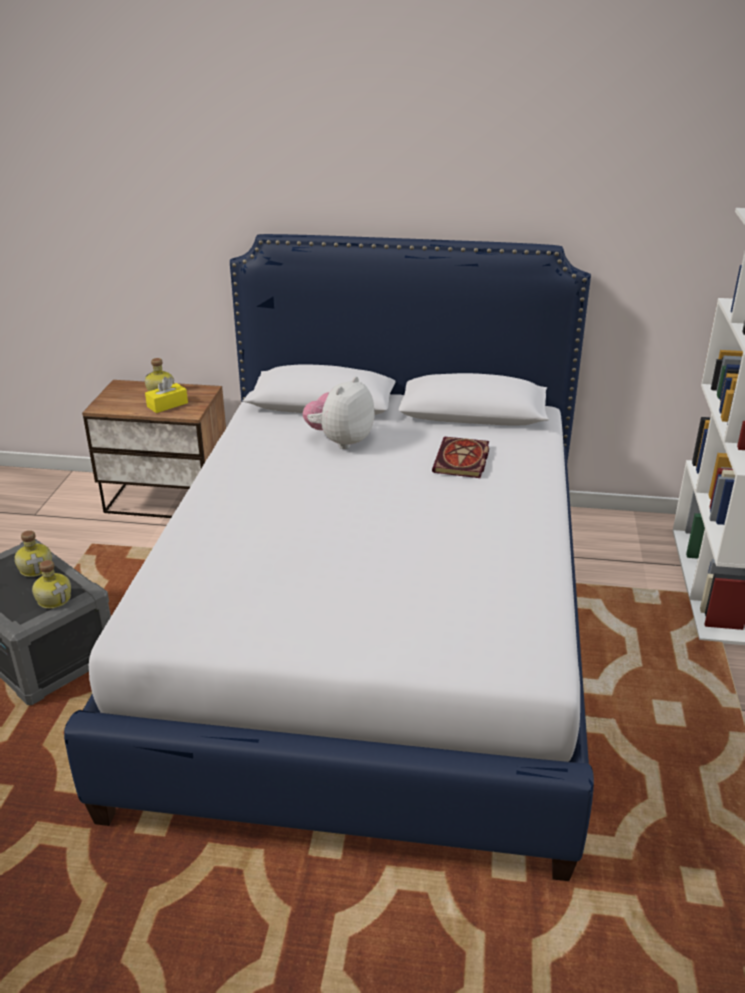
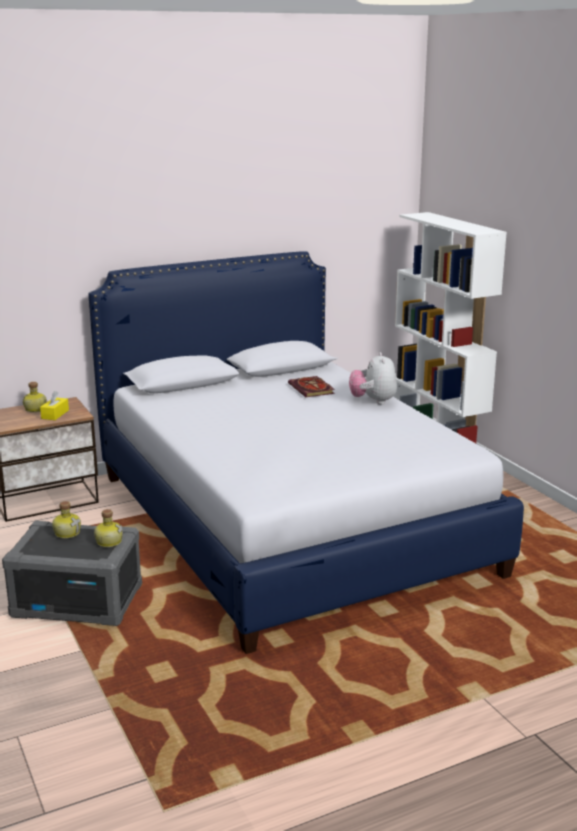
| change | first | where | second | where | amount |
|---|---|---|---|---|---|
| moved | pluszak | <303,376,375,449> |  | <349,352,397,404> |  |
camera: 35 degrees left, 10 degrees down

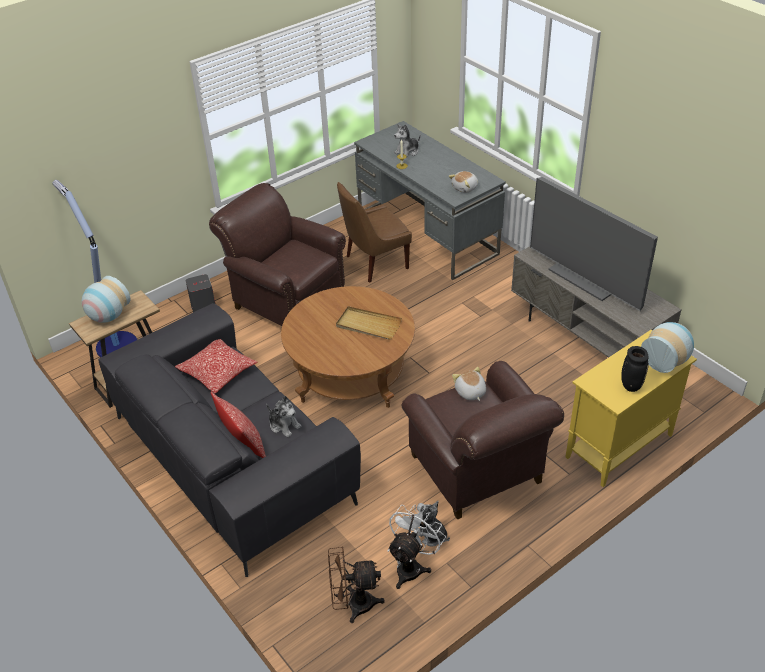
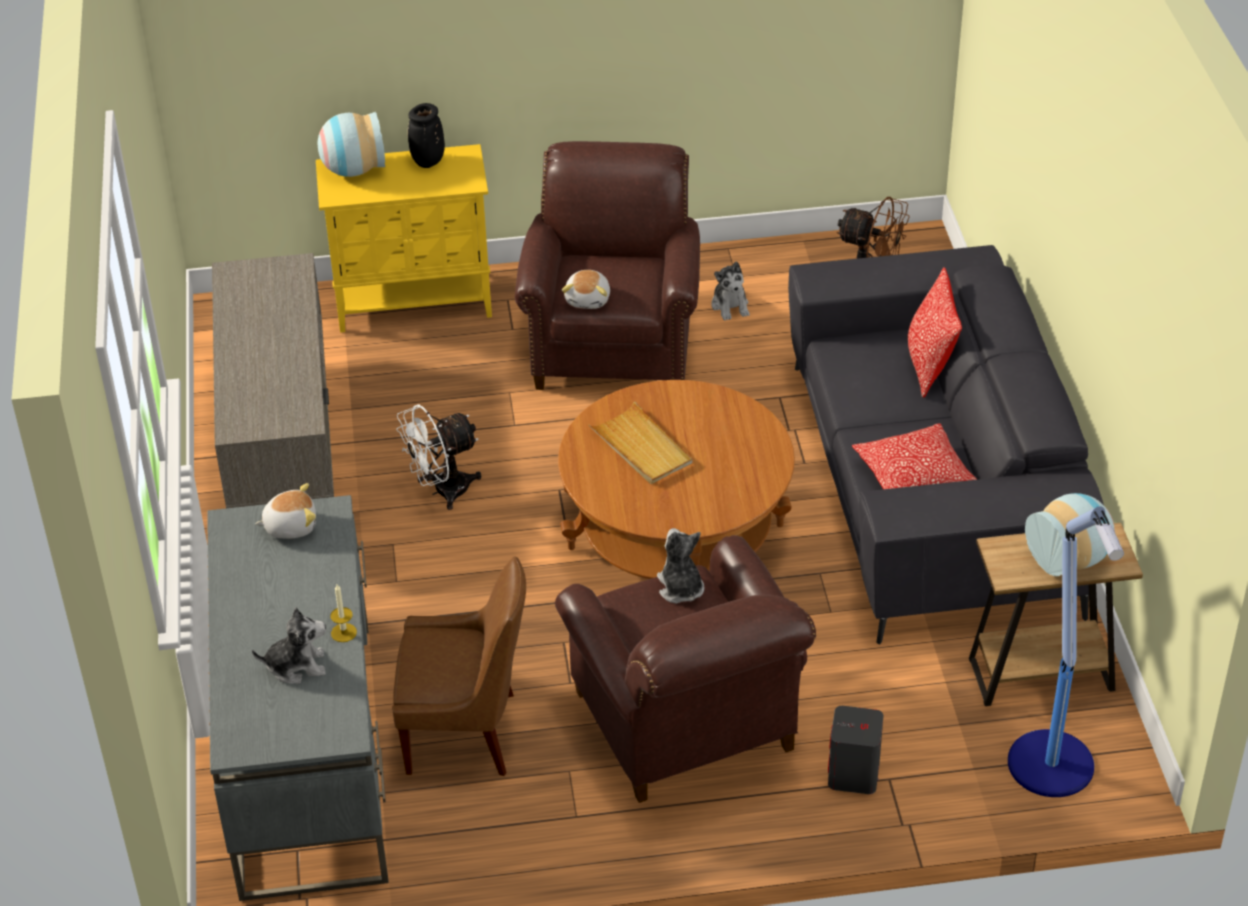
| change | first | where | second | where | amount |
|---|---|---|---|---|---|
| moved | pluszak | <266,396,301,438> |  | <657,528,704,603> |  |
| moved | wentylator/biały | <388,505,446,589> |  | <396,404,481,510> |  |
| removed | telewizor | <530,177,658,311> |  |  |  |
camera: 150 degrees left, 0 degrees up

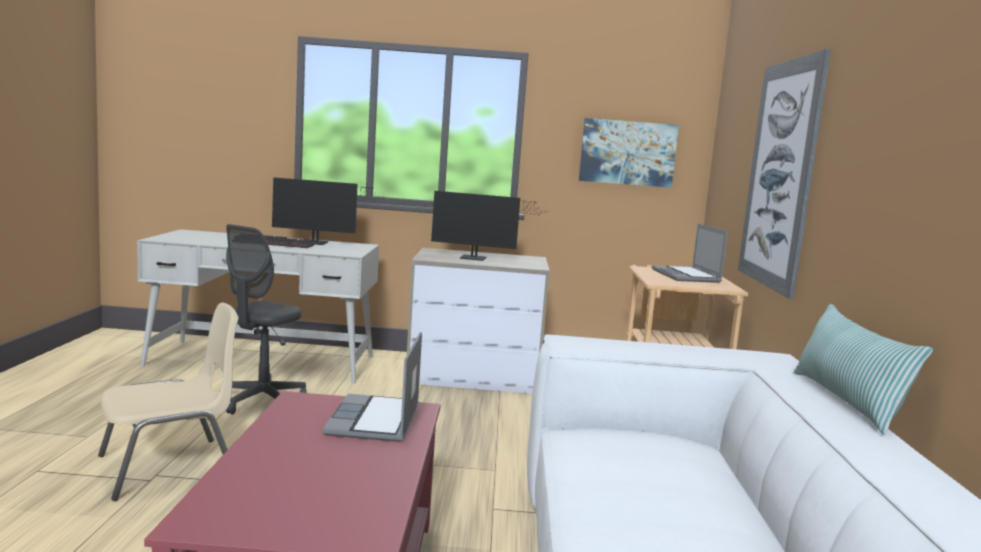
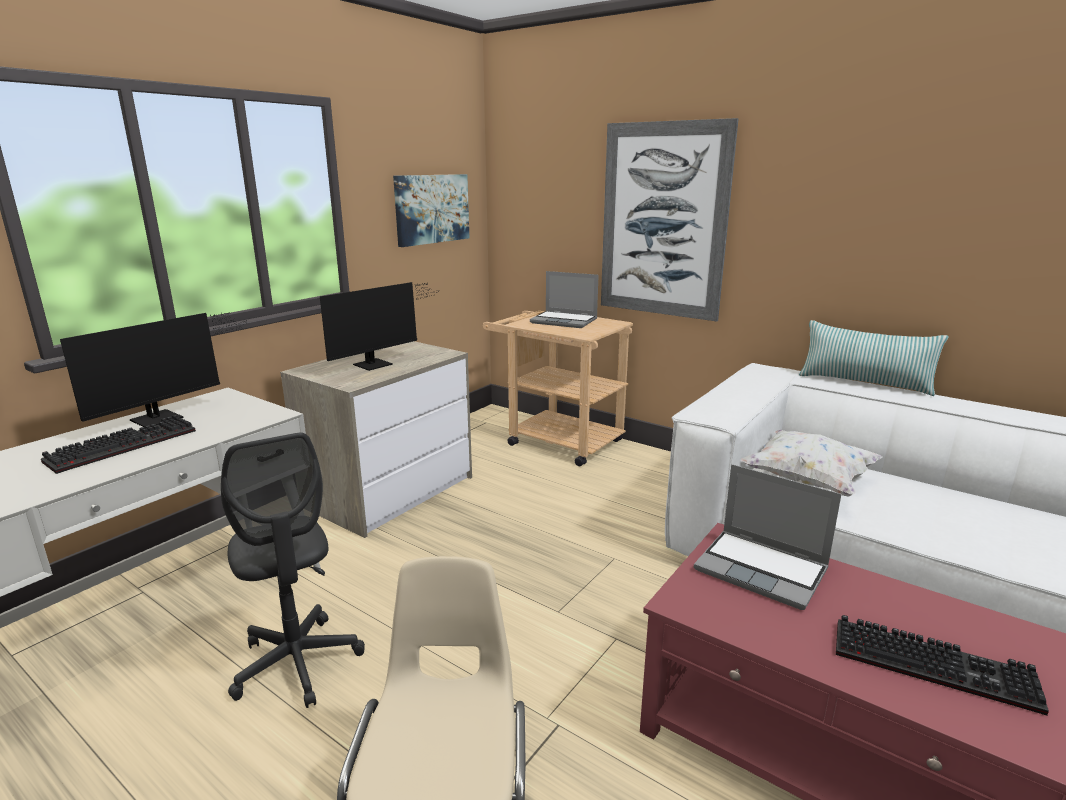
| change | first | where | second | where | amount |
|---|---|---|---|---|---|
| added |  |  | poduszka/biały | <740,430,882,496> |  |
| added |  |  | klawiatura | <836,615,1049,715> |  |
camera: 55 degrees left, 10 degrees up

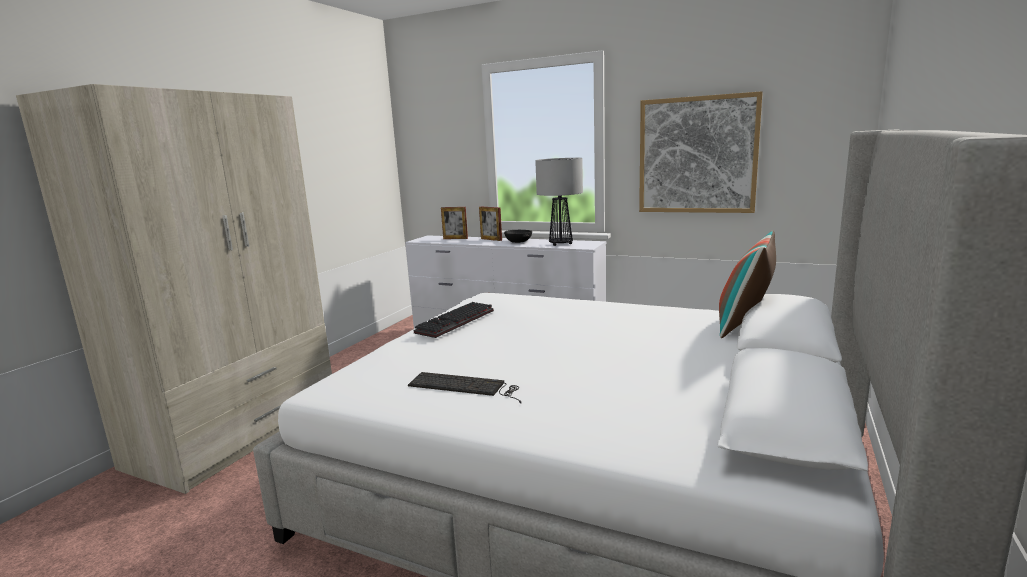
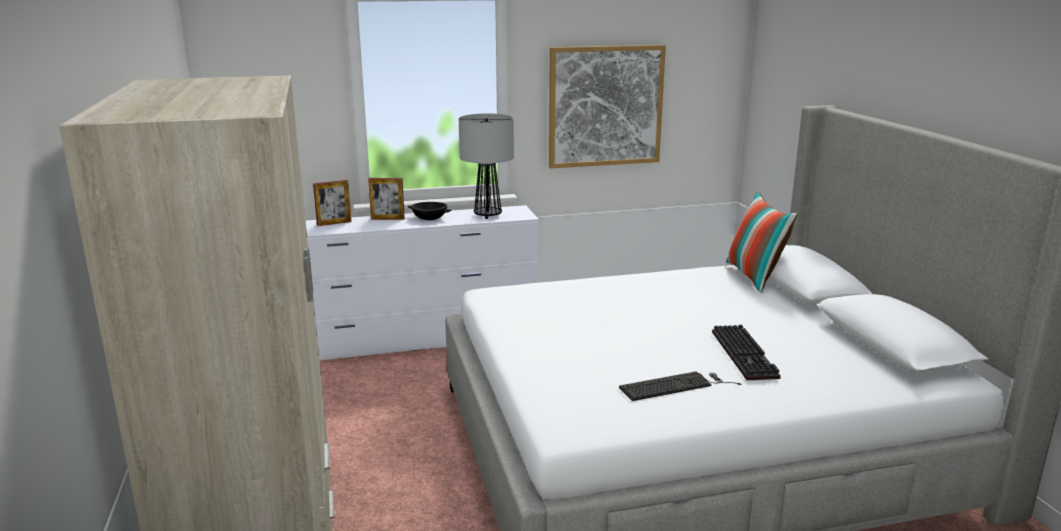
| change | first | where | second | where | amount |
|---|---|---|---|---|---|
| moved | klawiatura | <414,302,494,338> |  | <712,324,781,380> |  |
camera: 40 degrees left, 5 degrees up

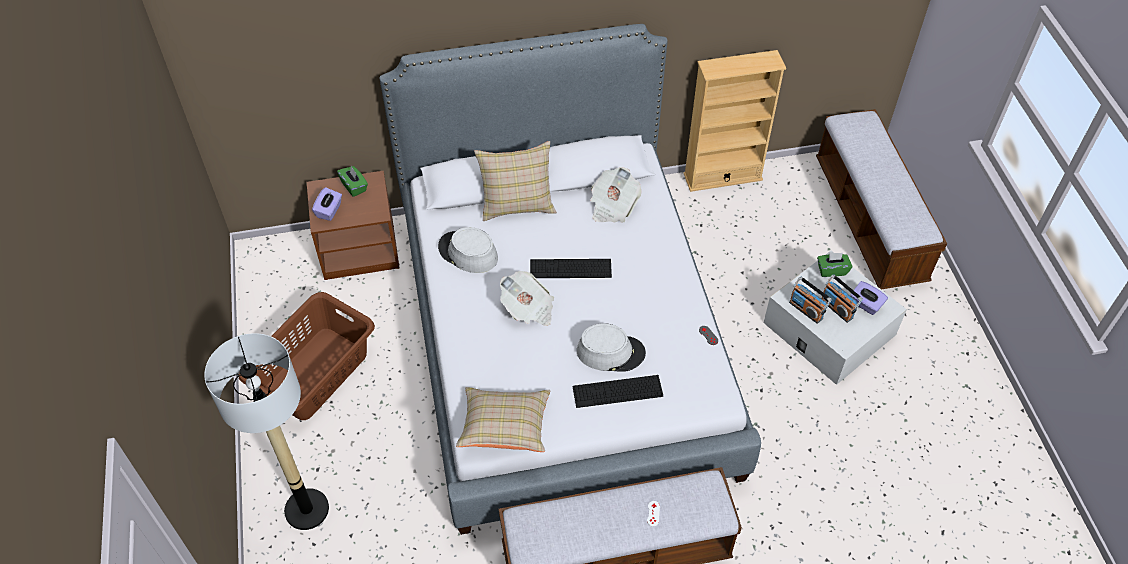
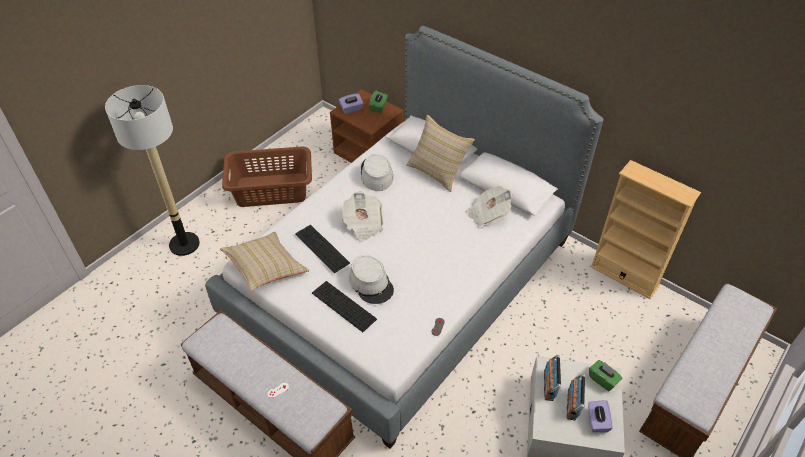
| change | first | where | second | where | amount |
|---|---|---|---|---|---|
| moved | klawiatura | <530,259,612,278> |  | <295,225,350,273> |  |
camera: 50 degrees right, 5 degrees down

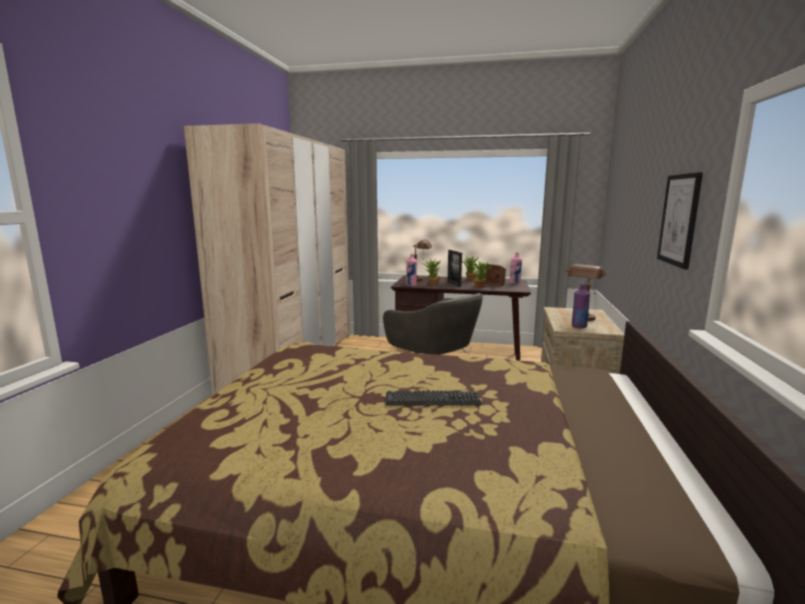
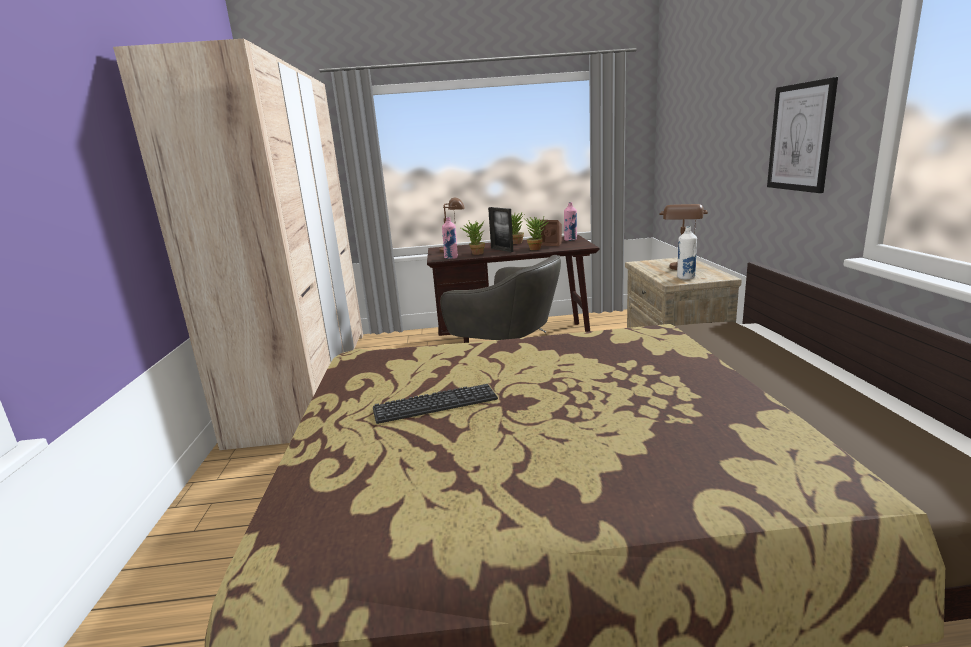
| change | first | where | second | where | amount |
|---|---|---|---|---|---|
| moved | klawiatura | <385,391,482,406> |  | <373,384,498,424> |  |
| recoloured | butelka/fioletowy | <572,284,590,328> | butelka/biały | <677,226,697,279> |  |
camera: 15 degrees left, 5 degrees up

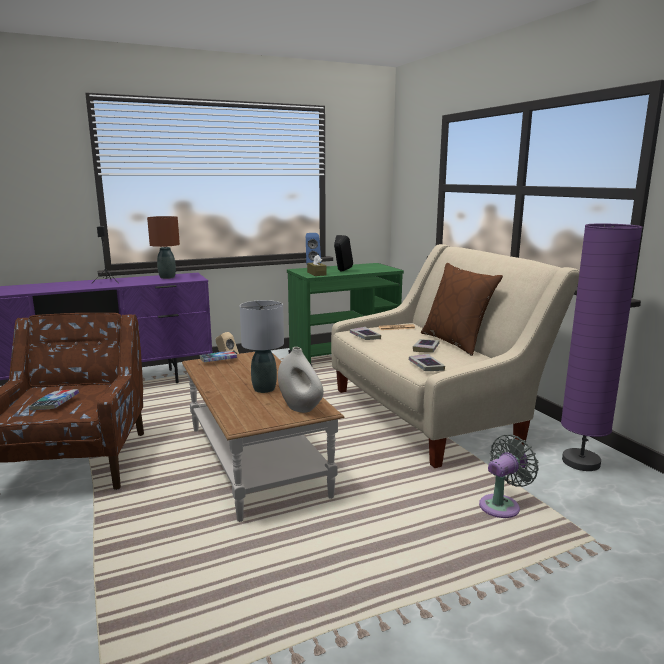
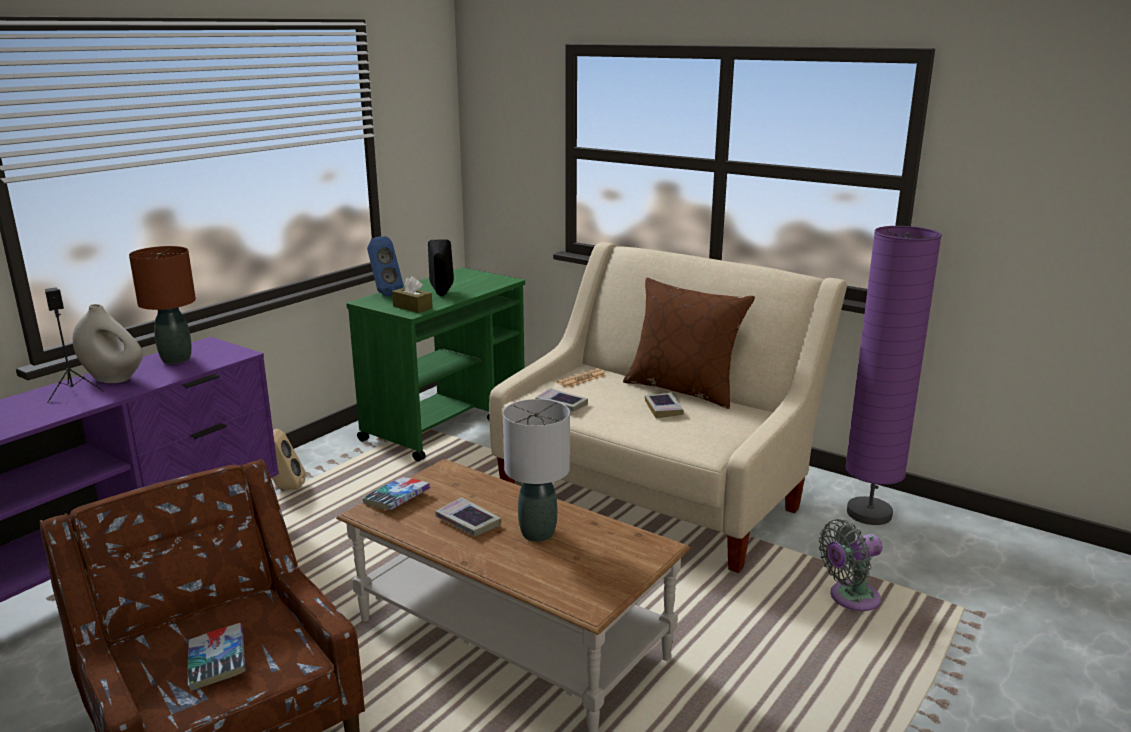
| change | first | where | second | where | amount |
|---|---|---|---|---|---|
| moved | wazon/biały | <278,347,324,413> |  | <73,304,143,383> |  |
| moved | książka | <409,354,445,371> |  | <436,497,501,536> |  |
| turned | wentylator/szary | <479,435,539,518> |  | <819,519,883,611> | 135 degrees counterclockwise |
camera: 30 degrees left, 5 degrees up

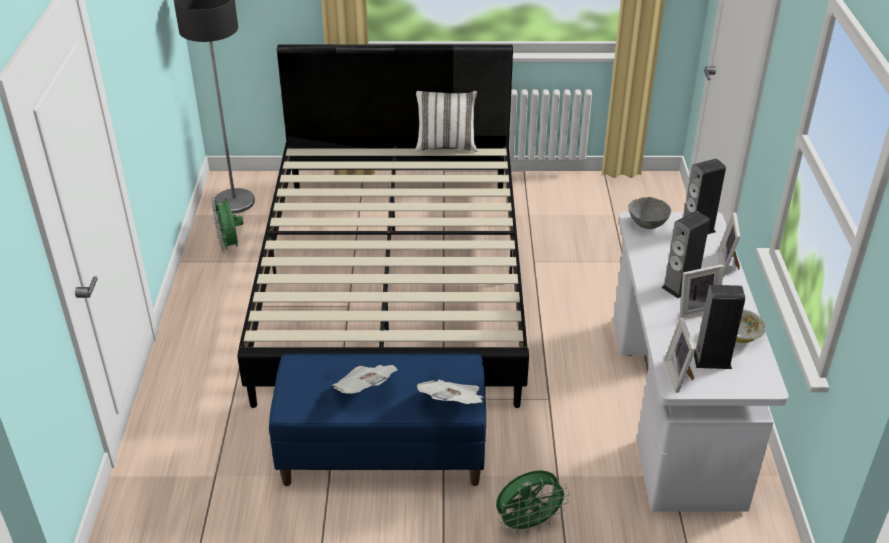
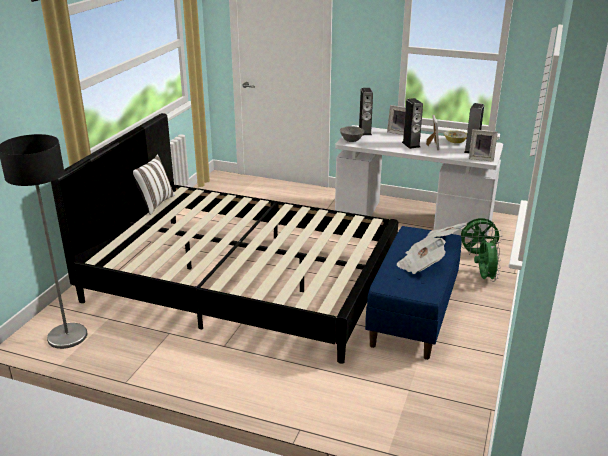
| change | first | where | second | where | amount |
|---|---|---|---|---|---|
| moved | wentylator/zielony | <211,197,244,253> |  | <460,218,502,255> |  |
camera: 70 degrees left, 10 degrees down

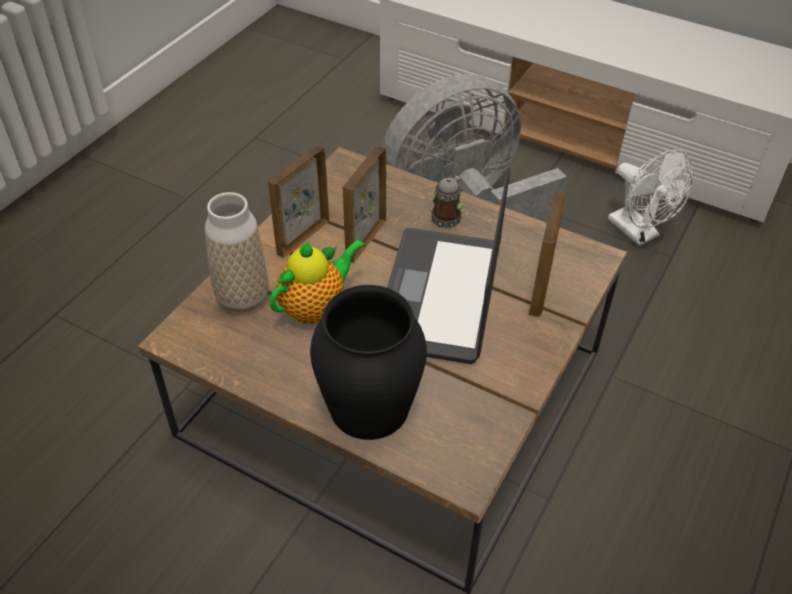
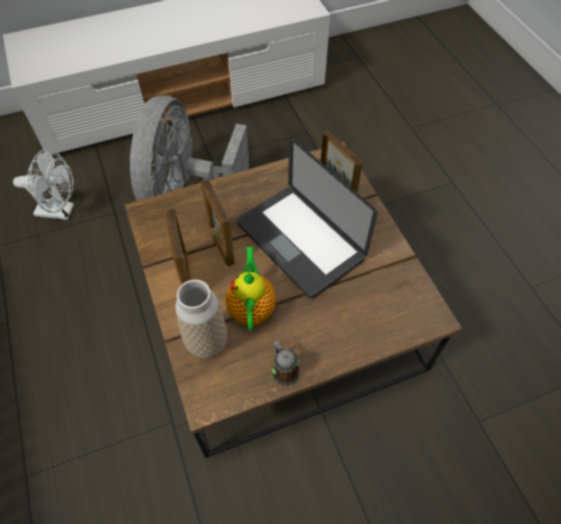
| change | first | where | second | where | amount |
|---|---|---|---|---|---|
| removed | wazon/czarny | <310,285,427,440> |  |  |  |
| moved | kubek | <431,176,463,228> |  | <272,340,300,386> |  |
| moved | wentylator/biały | <608,149,693,246> |  | <13,149,74,220> |  |
camera: 50 degrees left, 10 degrees up

